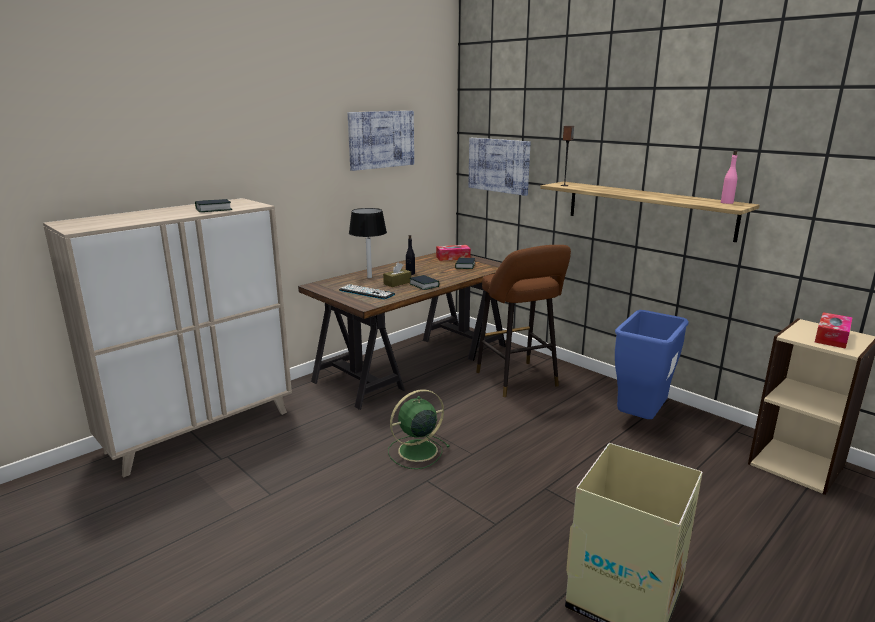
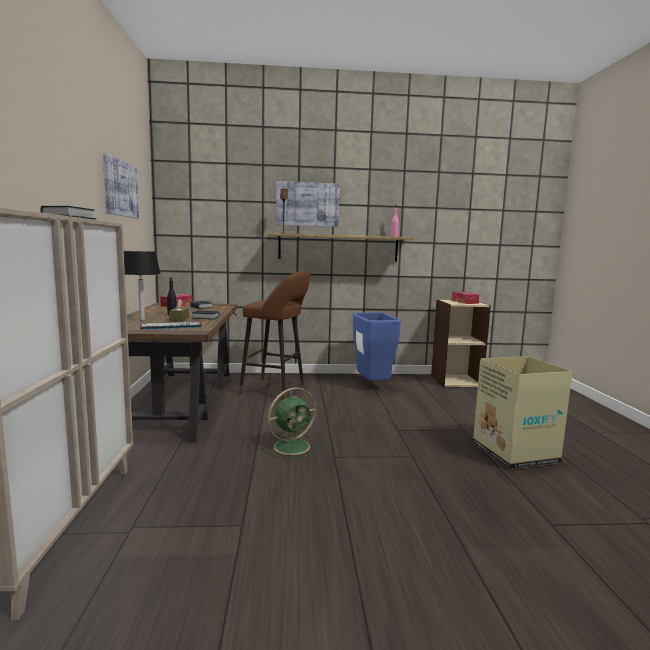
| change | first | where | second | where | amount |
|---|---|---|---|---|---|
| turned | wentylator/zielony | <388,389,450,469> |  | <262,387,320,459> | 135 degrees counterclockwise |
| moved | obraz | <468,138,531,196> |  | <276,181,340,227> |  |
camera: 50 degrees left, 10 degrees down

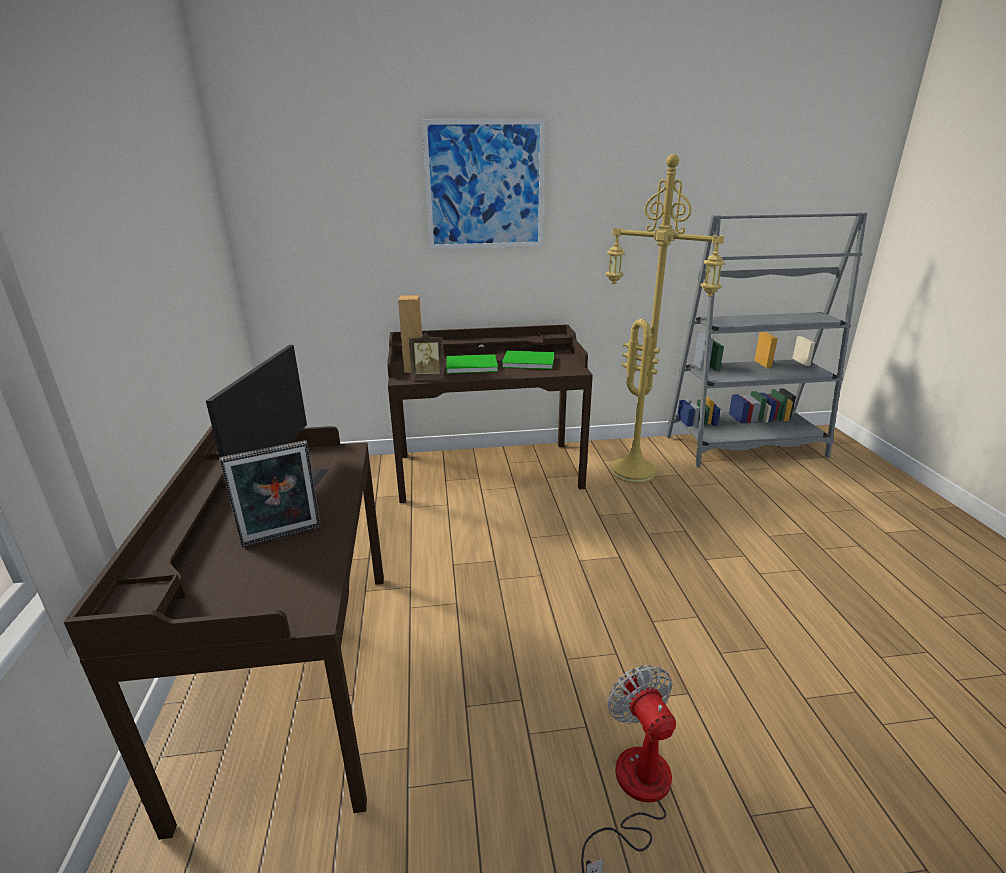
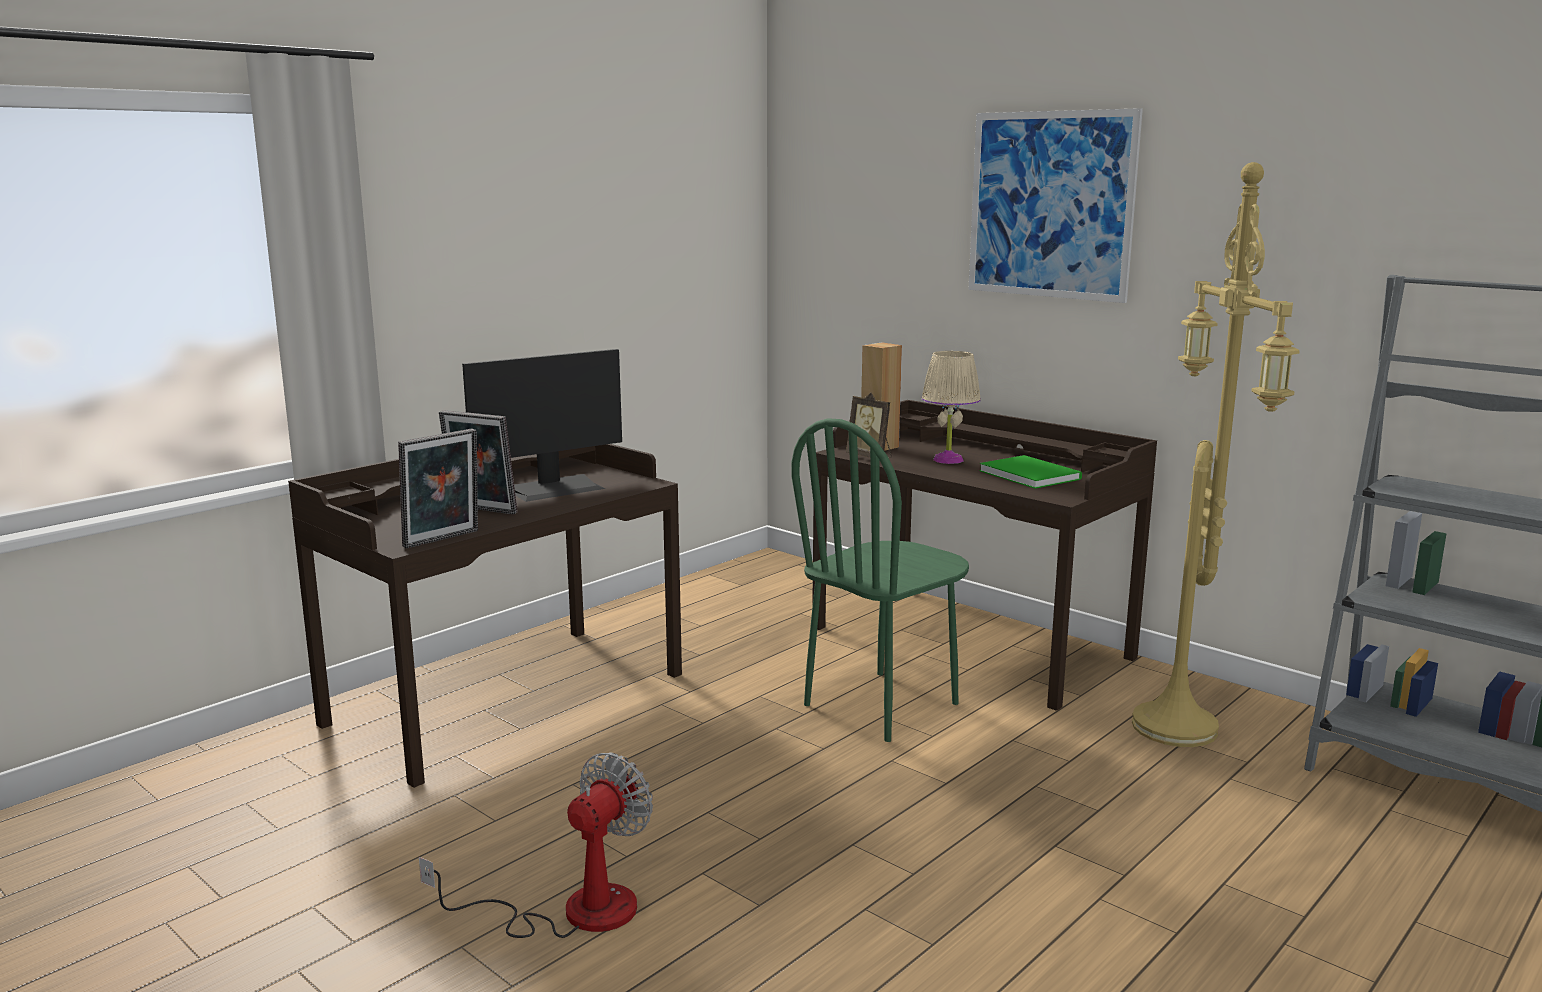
| change | first | where | second | where | amount |
|---|---|---|---|---|---|
| replaced | książka/zielony | <447,354,498,374> | lampa stołowa/beżowy | <921,351,981,464> |  |
| added |  |  | ramka na zdjęcie | <398,428,478,548> |  |
| added |  |  | krzesło/zielony | <791,418,969,742> |  |
camera: 50 degrees right, 10 degrees down

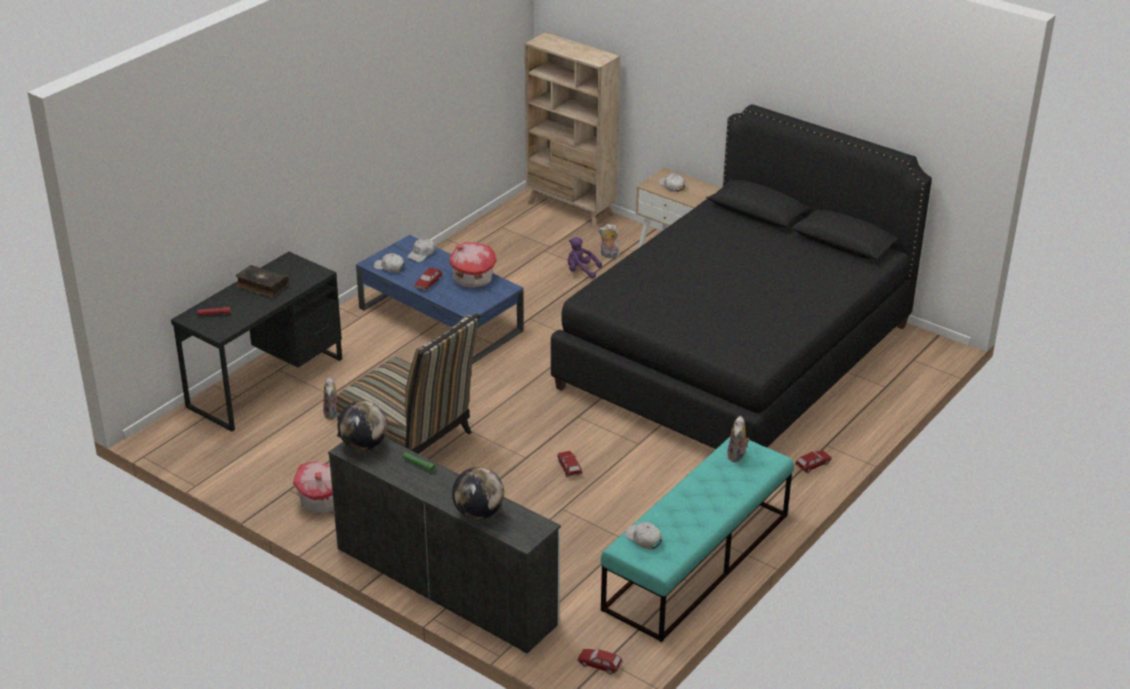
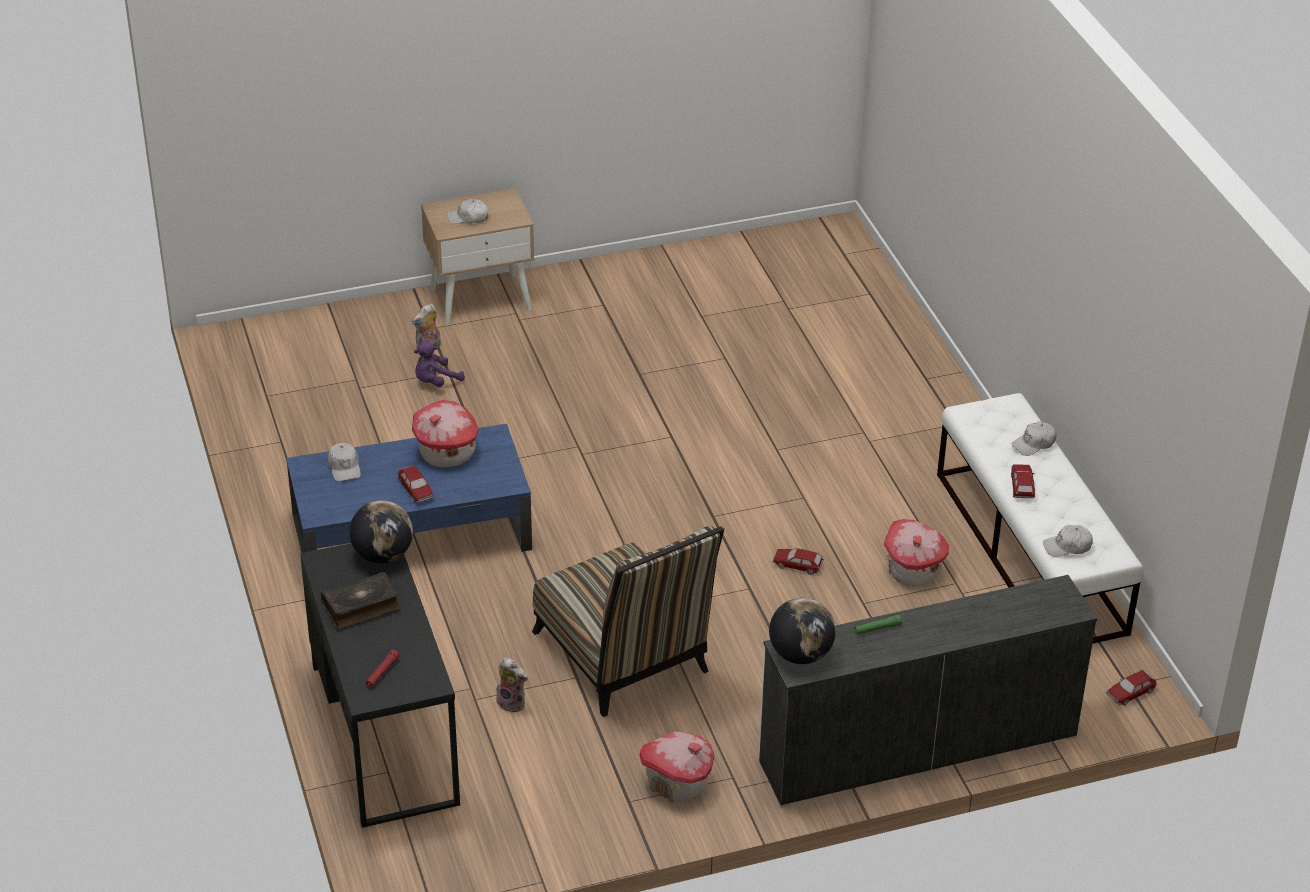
| change | first | where | second | where | amount |
|---|---|---|---|---|---|
| turned | krzesło | <336,314,480,454> |  | <532,526,724,717> | 75 degrees clockwise |
| moved | czapka z daszkiem/biały | <374,253,405,272> |  | <1011,421,1056,456> |  |
| moved | globus | <452,467,504,519> |  | <349,500,413,564> |  |
| removed | regał/beżowy | <525,32,620,229> |  |  |  |
| removed | łóżko/czarny | <551,104,932,449> |  |  |  |
| recoloured | ławka/turkusowy | <600,437,794,642> | ławka/biały | <937,393,1144,644> |  |
| removed | pluszak | <727,416,750,462> |  |  |  |
| moved | samochodzik | <795,451,832,473> |  | <1011,464,1035,498> |  |
| added |  |  | domek | <884,519,949,586> |  |
camera: 55 degrees left, 5 degrees up

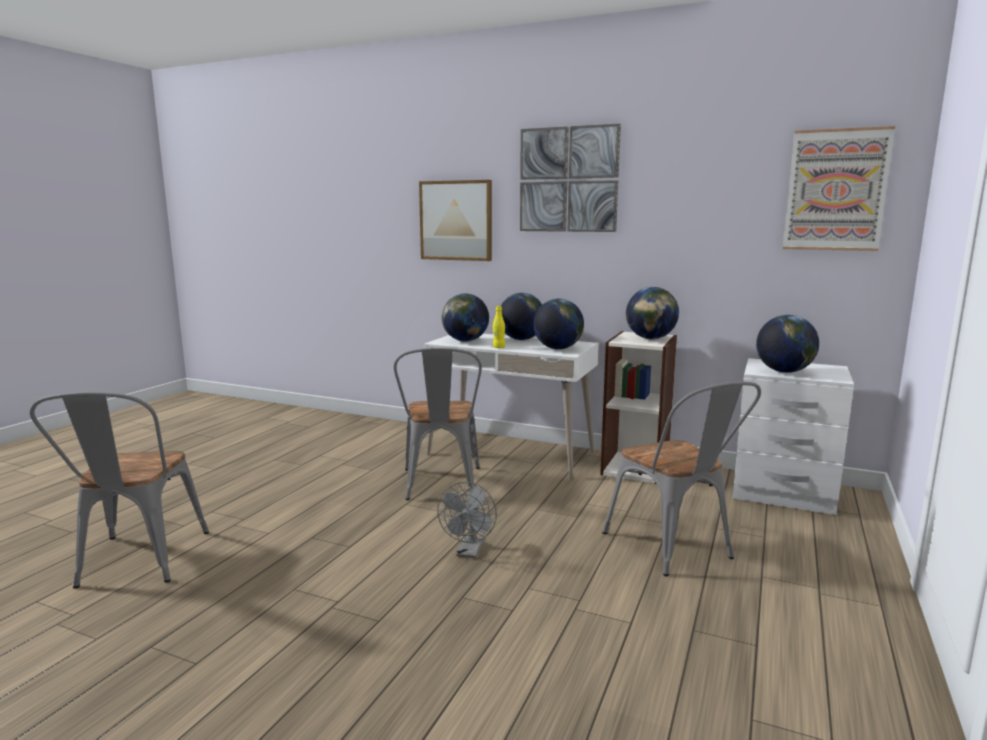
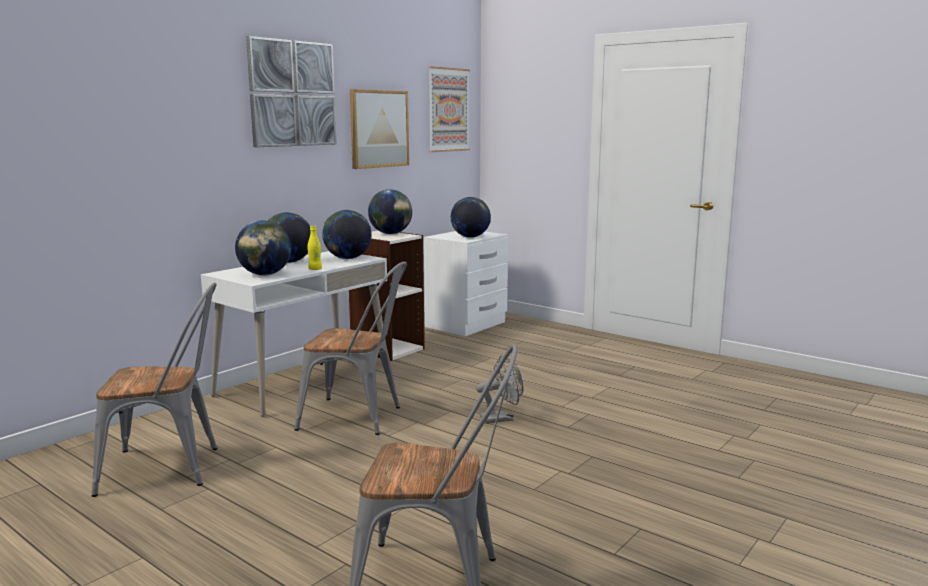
| change | first | where | second | where | amount |
|---|---|---|---|---|---|
| moved | obraz | <419,180,492,261> |  | <350,89,409,169> |  |
| turned | wentylator/szary | <437,482,497,558> |  | <476,355,523,424> | 45 degrees counterclockwise |
| moved | krzesło/szary | <602,381,761,576> |  | <92,283,218,497> |  |
camera: 75 degrees left, 0 degrees up

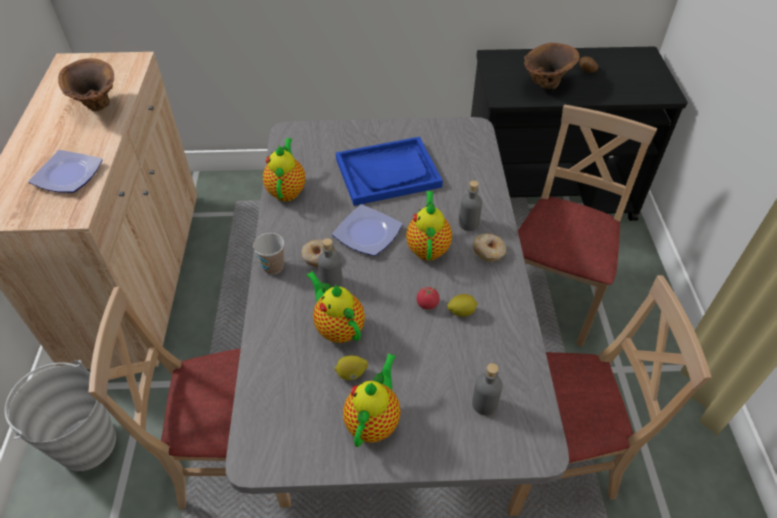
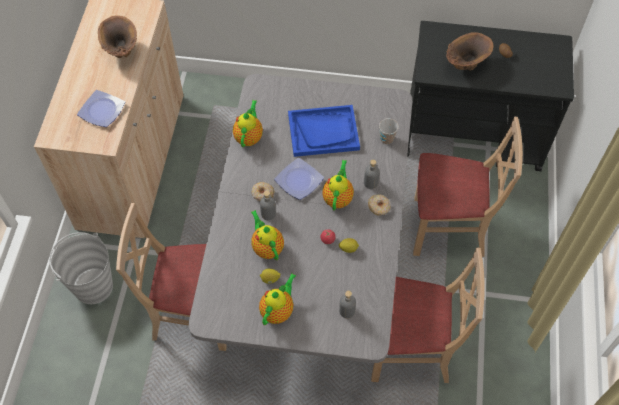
| change | first | where | second | where | amount |
|---|---|---|---|---|---|
| moved | filiżanka | <253,233,284,275> |  | <379,118,399,144> |  |
| turned | krzesło/beżowy | <518,104,657,347> |  | <413,117,523,257> | 60 degrees clockwise |
camera: 10 degrees right, 10 degrees up

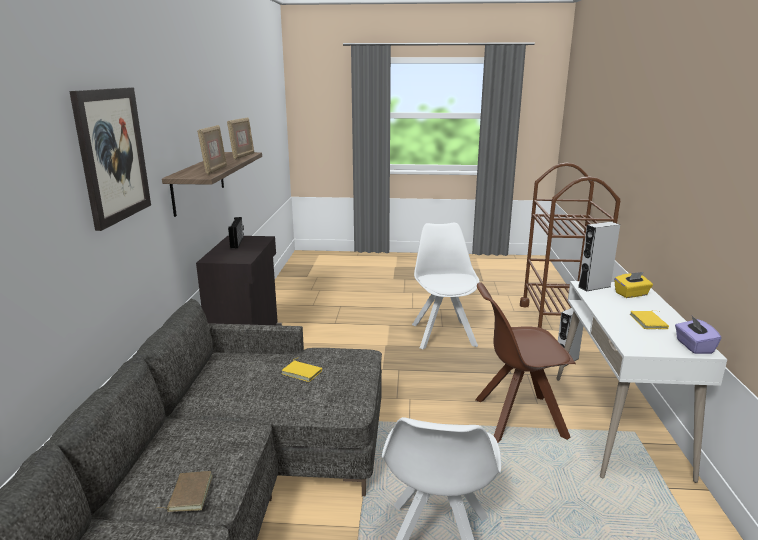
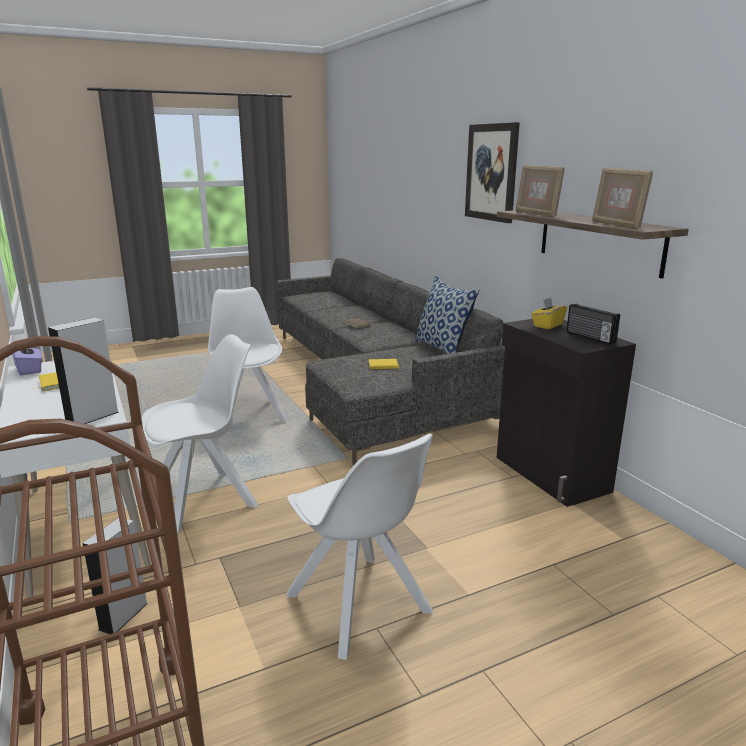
| change | first | where | second | where | amount |
|---|---|---|---|---|---|
| recoloured | krzesło/brązowy | <475,282,576,443> | krzesło/biały | <141,334,258,533> |  |
| moved | pudełko chusteczek/żółty | <614,272,653,298> |  | <531,297,567,329> |  |
| added |  |  | poduszka | <414,276,480,354> |  |
camera: 150 degrees right, 0 degrees up

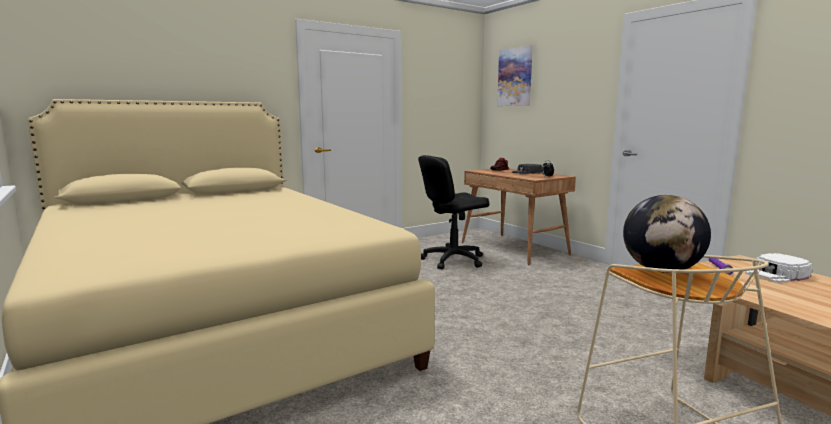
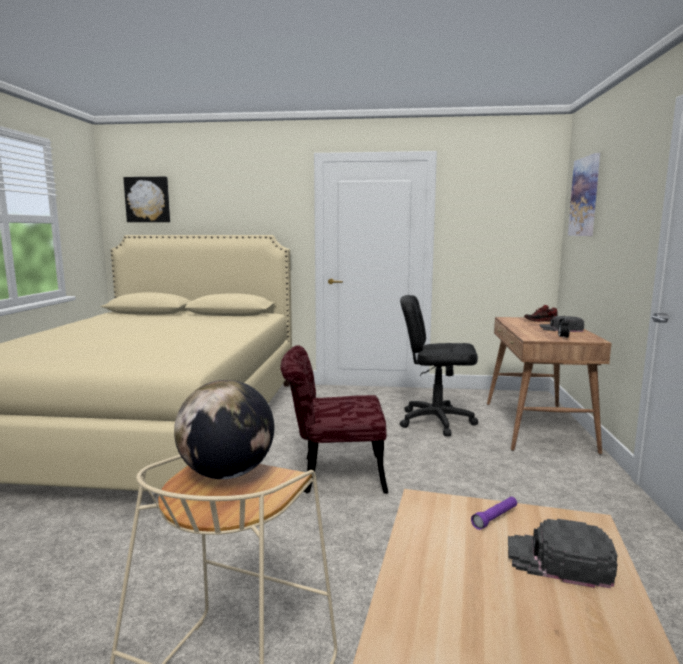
| change | first | where | second | where | amount |
|---|---|---|---|---|---|
| recoloured | czapka z daszkiem/biały | <745,253,813,283> | czapka z daszkiem/czarny | <508,519,617,588> |  |
| added |  |  | obraz | <123,177,170,222> |  |
| added |  |  | krzesło/czerwony | <280,345,388,494> |  |
camera: 40 degrees right, 0 degrees up

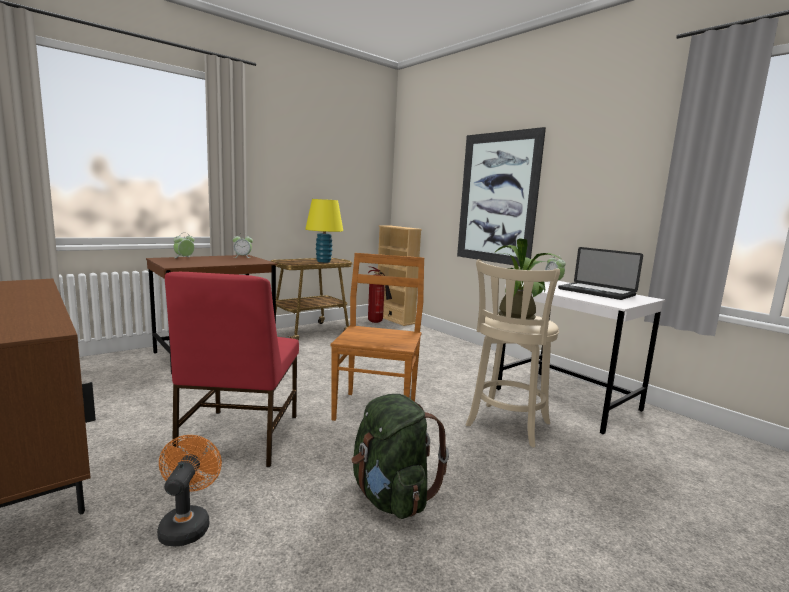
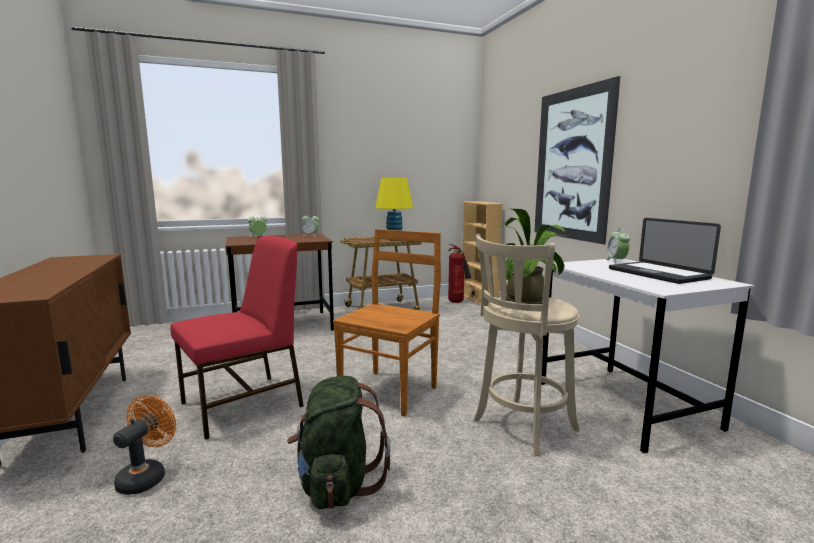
| change | first | where | second | where | amount |
|---|---|---|---|---|---|
| turned | krzesło/czerwony | <165,272,299,467> |  | <170,235,304,440> | 150 degrees counterclockwise |
camera: 20 degrees right, 0 degrees up

